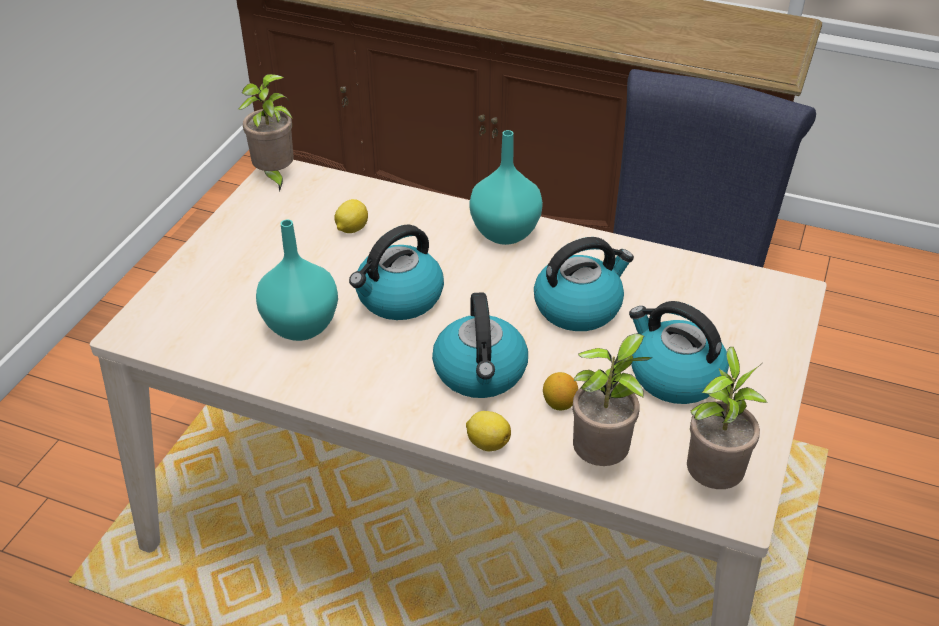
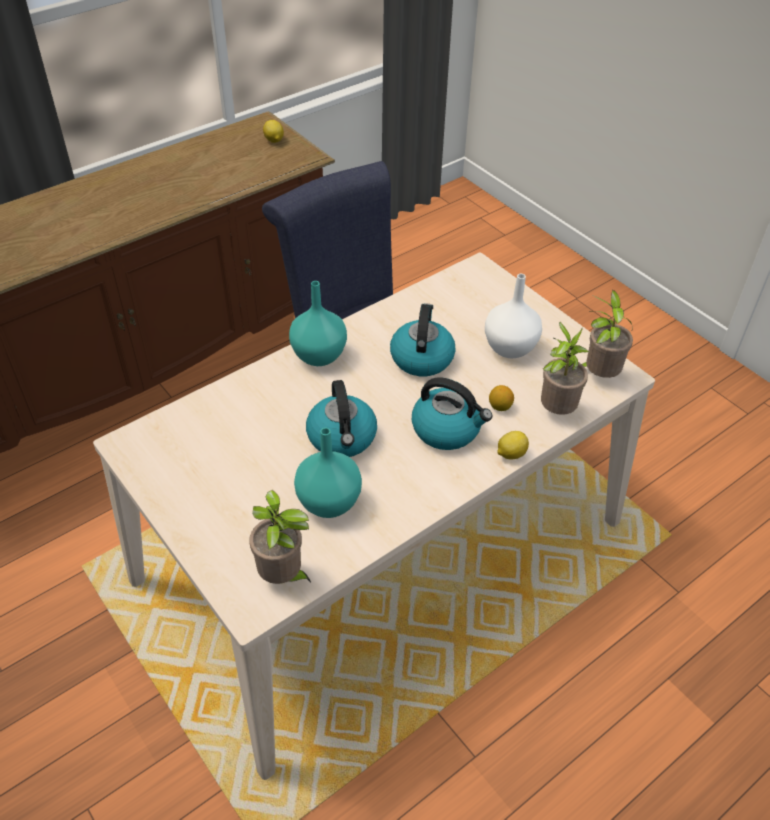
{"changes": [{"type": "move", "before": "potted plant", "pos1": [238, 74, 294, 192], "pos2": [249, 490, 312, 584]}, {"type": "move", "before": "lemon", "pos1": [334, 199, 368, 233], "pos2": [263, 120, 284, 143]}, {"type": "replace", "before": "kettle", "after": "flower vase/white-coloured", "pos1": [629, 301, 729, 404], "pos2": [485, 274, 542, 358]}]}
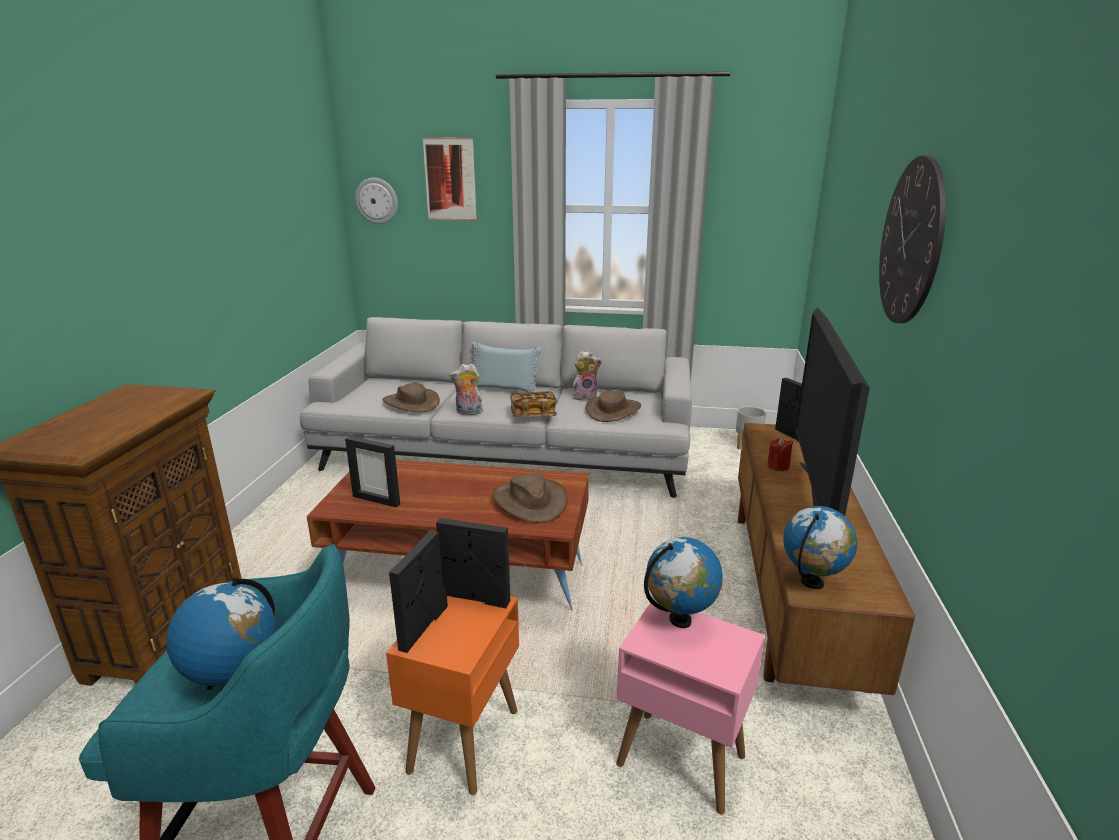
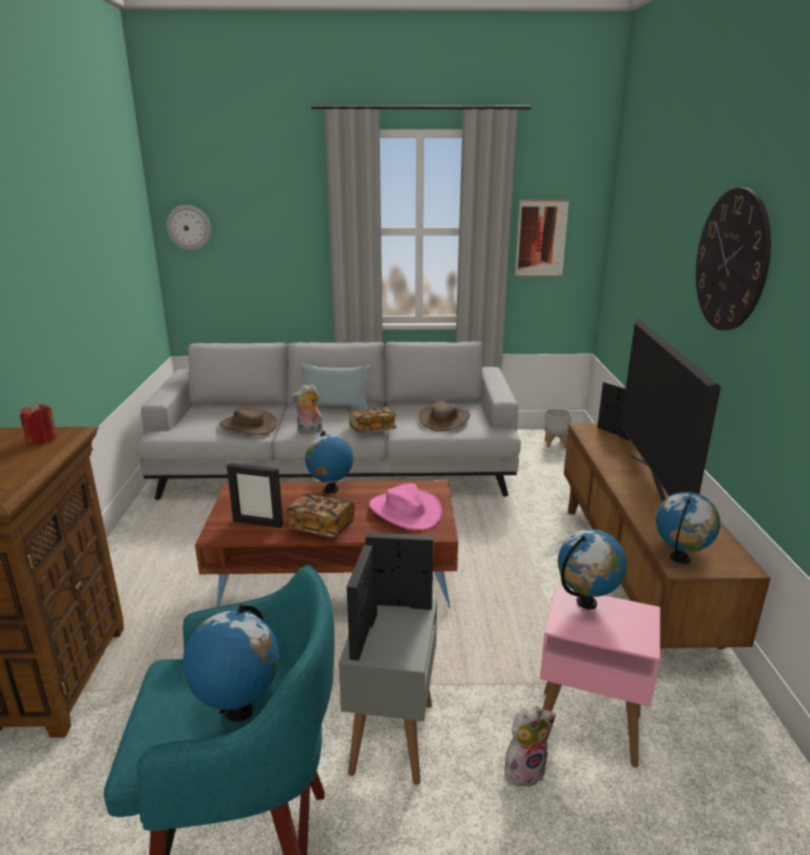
{"changes": [{"type": "move", "before": "candle/reddish", "pos1": [767, 437, 793, 471], "pos2": [20, 402, 57, 444]}, {"type": "insert", "after": "volume", "pos2": [286, 494, 355, 537]}, {"type": "insert", "after": "globe", "pos2": [305, 431, 353, 493]}, {"type": "recolor", "before": "side table/orangey", "after": "side table/gray", "pos1": [386, 596, 519, 795], "pos2": [339, 599, 437, 785]}, {"type": "recolor", "before": "clothing hat/brown-coloured", "after": "clothing hat/pink-coloured", "pos1": [493, 473, 568, 523], "pos2": [369, 483, 442, 530]}, {"type": "move", "before": "cuddly toy", "pos1": [573, 351, 602, 401], "pos2": [505, 706, 556, 787]}, {"type": "move", "before": "picture", "pos1": [422, 138, 477, 221], "pos2": [515, 200, 569, 276]}]}
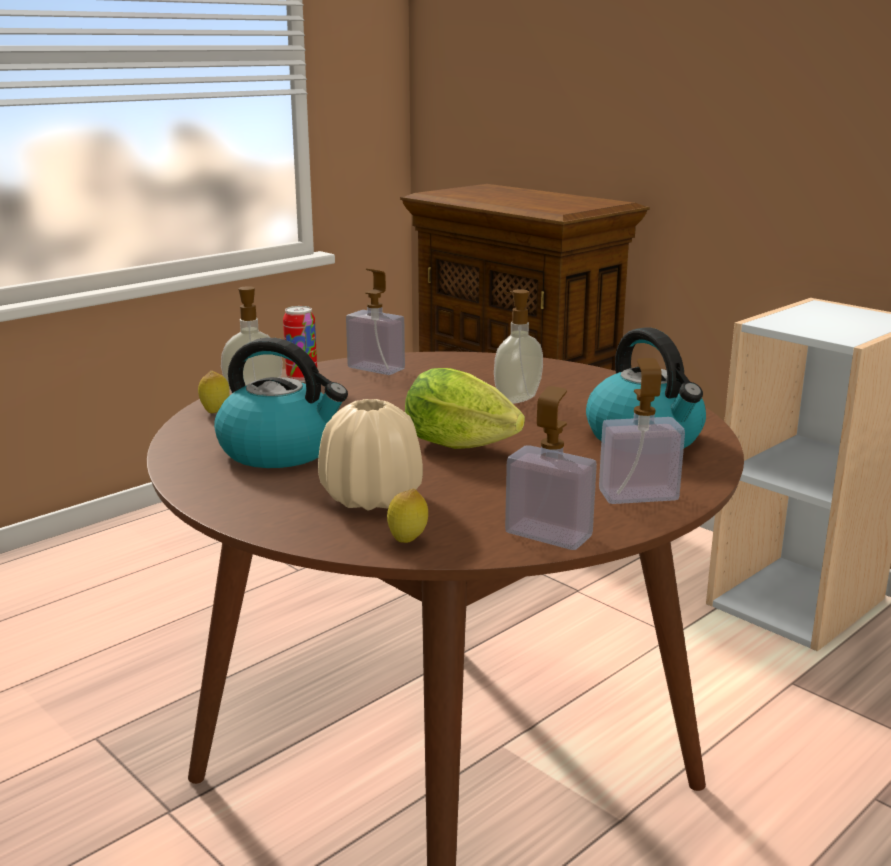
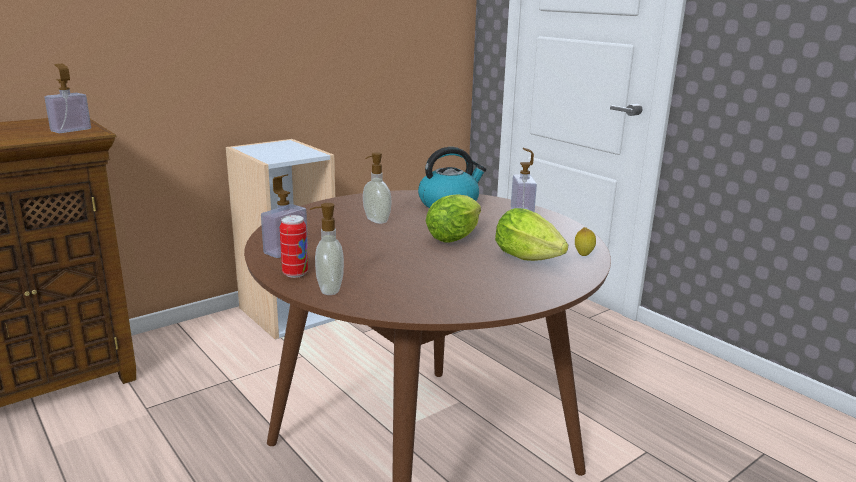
{"changes": [{"type": "move", "before": "soap dispenser", "pos1": [505, 386, 597, 550], "pos2": [45, 64, 91, 133]}, {"type": "replace", "before": "flower vase/sand-coloured", "after": "lettuce", "pos1": [318, 399, 423, 511], "pos2": [495, 208, 568, 261]}, {"type": "delete", "before": "lemon", "pos1": [198, 371, 230, 413]}, {"type": "delete", "before": "kettle", "pos1": [214, 338, 348, 468]}]}
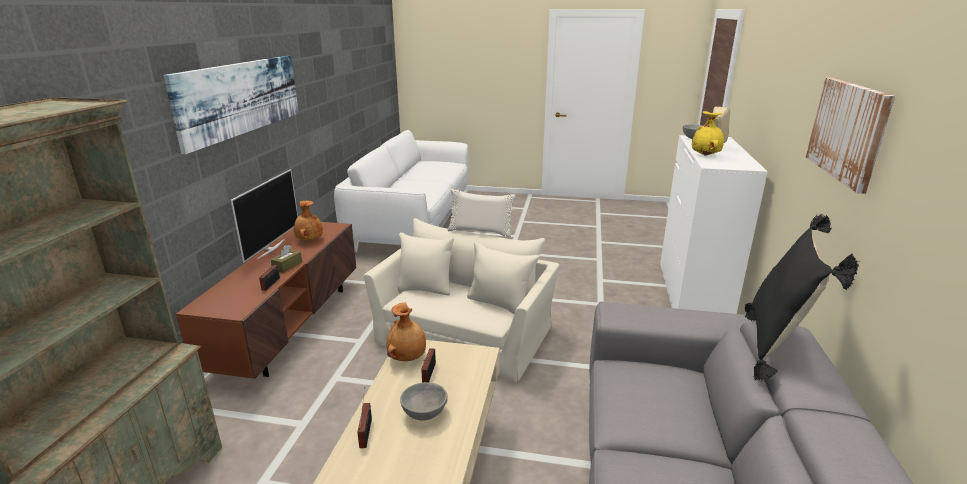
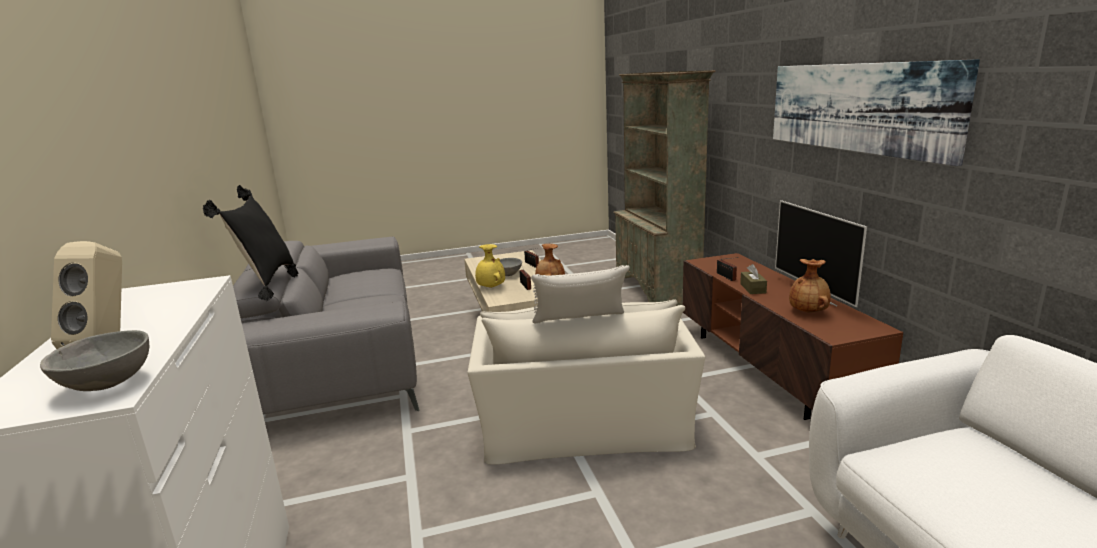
{"changes": [{"type": "move", "before": "flower vase/yellowish", "pos1": [692, 111, 724, 156], "pos2": [475, 244, 505, 288]}, {"type": "delete", "before": "picture", "pos1": [806, 78, 895, 194]}]}
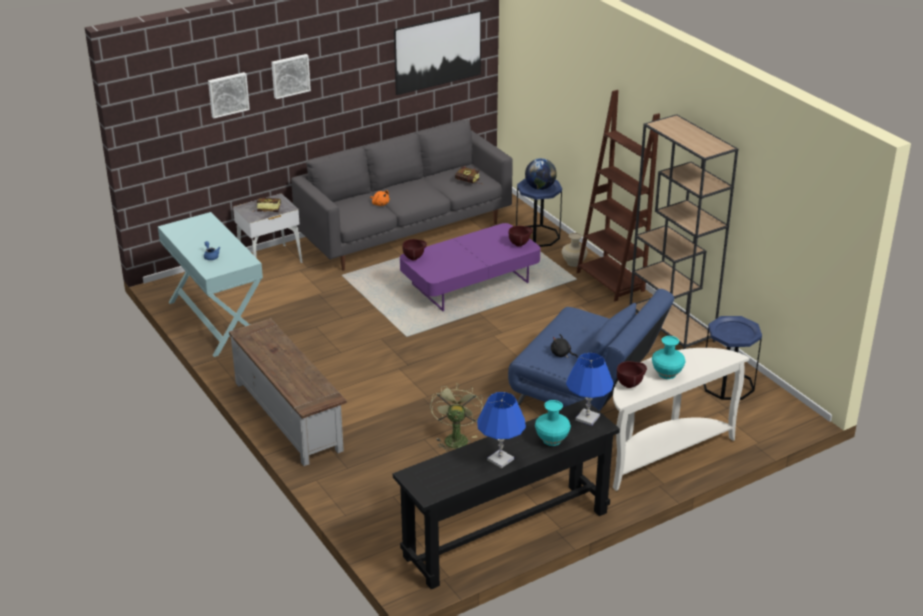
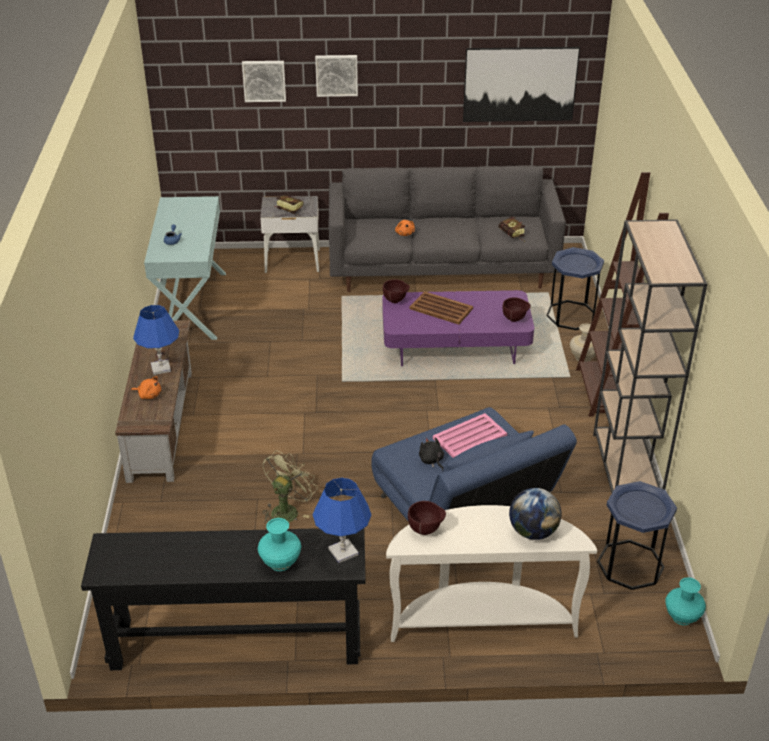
{"changes": [{"type": "insert", "after": "cuddly toy/orangey", "pos2": [131, 376, 161, 399]}, {"type": "move", "before": "tabletop lamp/blue", "pos1": [477, 392, 526, 468], "pos2": [133, 305, 179, 375]}, {"type": "insert", "after": "carrying tray/brown-coloured", "pos2": [410, 291, 473, 325]}, {"type": "insert", "after": "carrying tray/pink-coloured", "pos2": [433, 413, 507, 458]}, {"type": "move", "before": "globe", "pos1": [525, 158, 557, 190], "pos2": [509, 488, 561, 540]}, {"type": "move", "before": "flower vase/turquoise", "pos1": [652, 336, 686, 379], "pos2": [666, 577, 706, 625]}]}
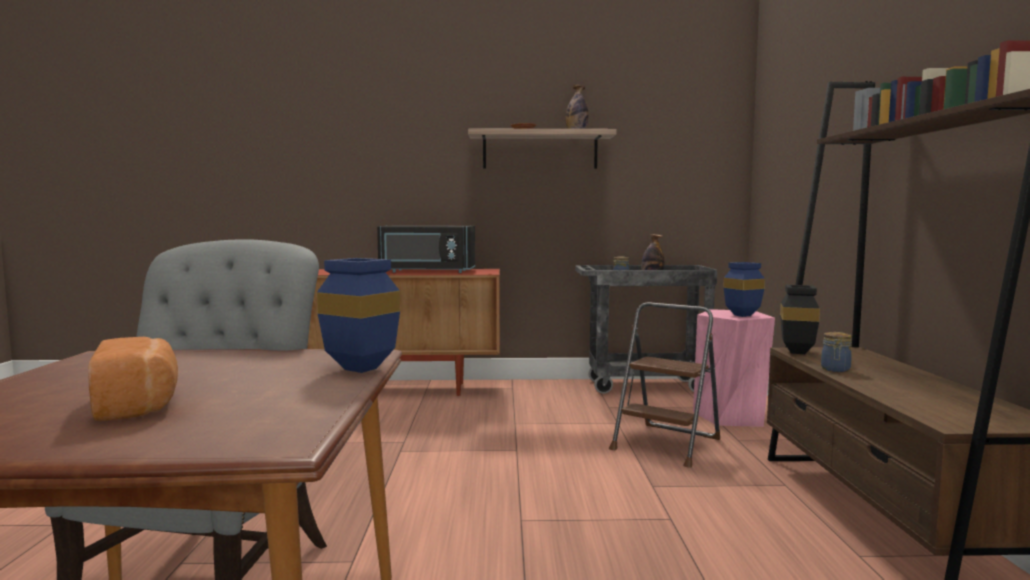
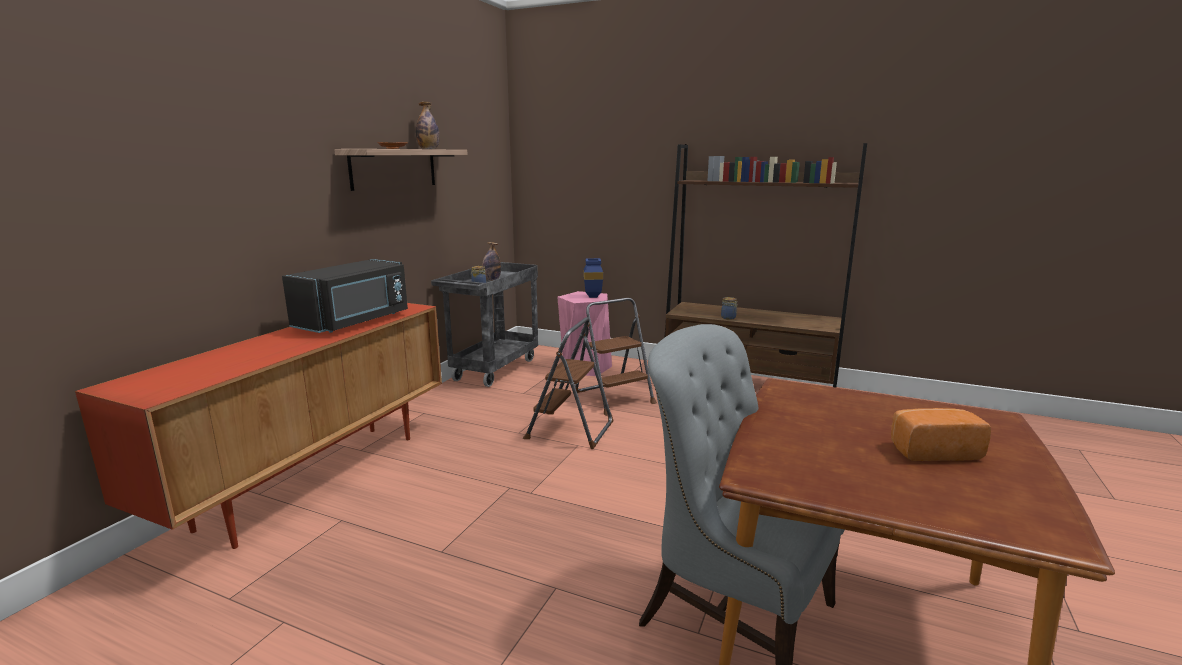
{"changes": [{"type": "insert", "after": "step ladder/brown-coloured", "pos2": [523, 317, 613, 449]}, {"type": "delete", "before": "flower vase/blue", "pos1": [317, 258, 400, 373]}, {"type": "delete", "before": "flower vase/blackish", "pos1": [780, 285, 820, 354]}]}
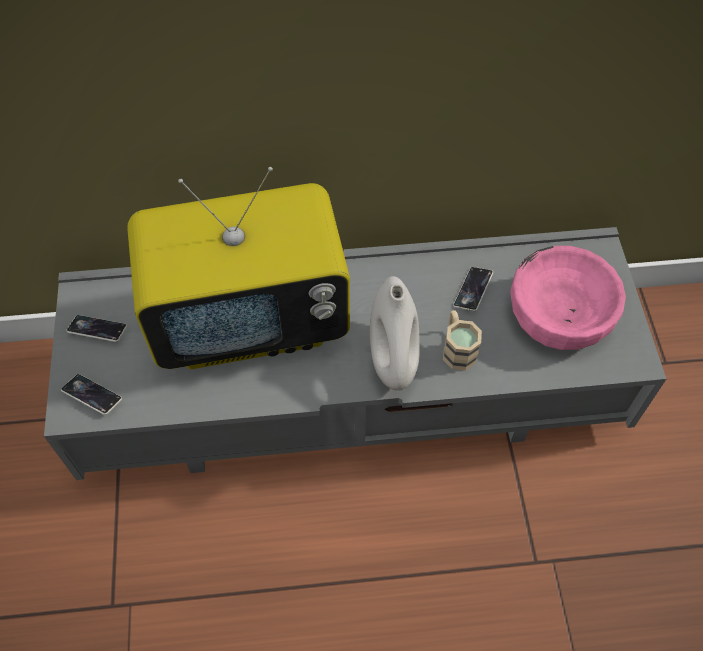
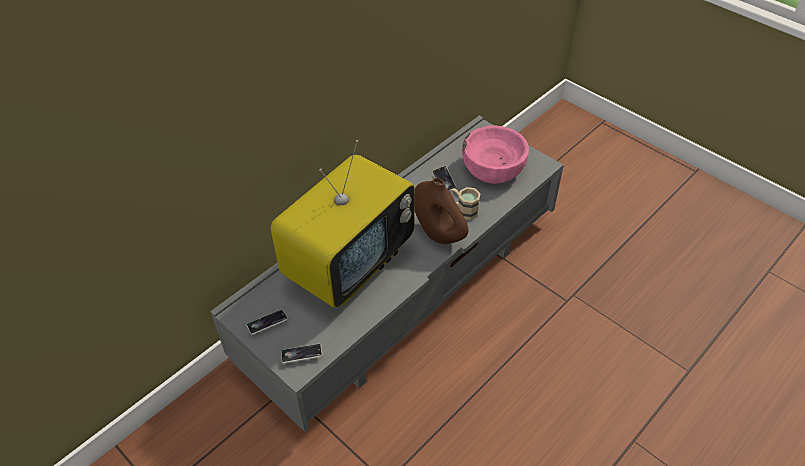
{"changes": [{"type": "recolor", "before": "flower vase/white-coloured", "after": "flower vase/brown-coloured", "pos1": [370, 276, 420, 391], "pos2": [415, 178, 468, 244]}]}
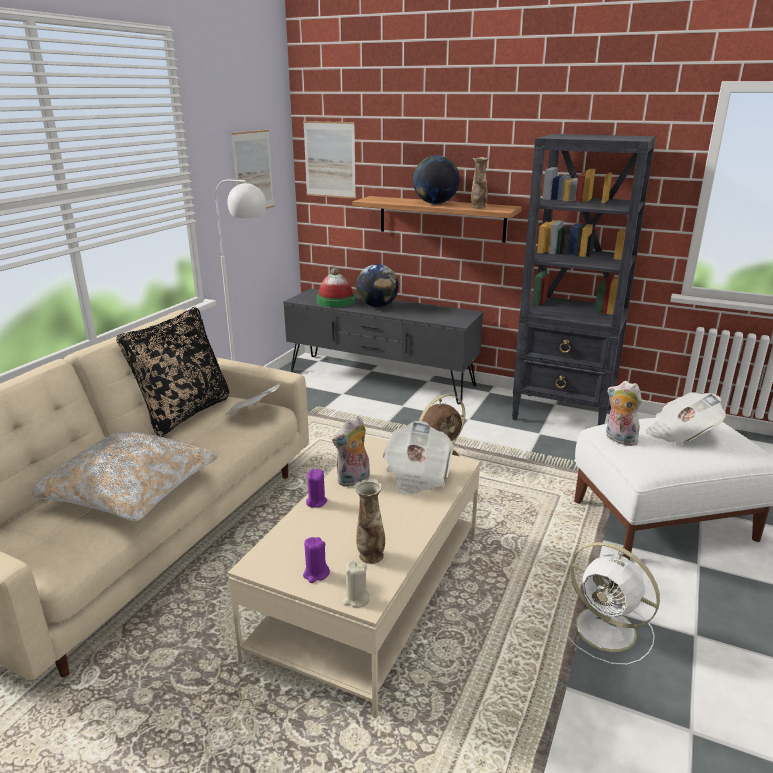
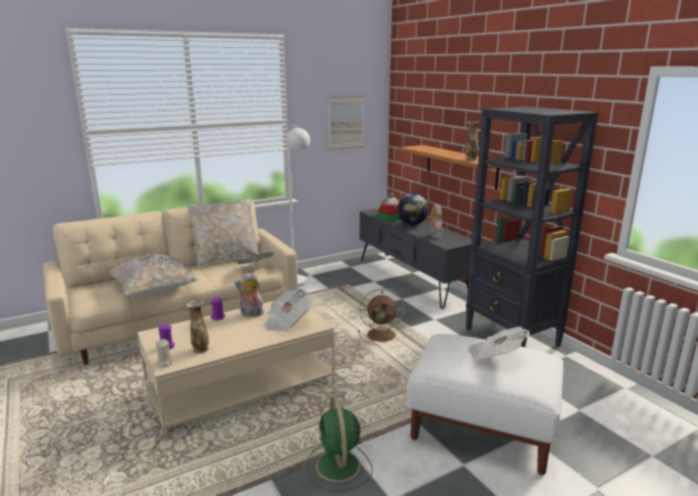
{"changes": [{"type": "recolor", "before": "throw pillow/blackish", "after": "throw pillow/white-coloured", "pos1": [116, 307, 229, 437], "pos2": [188, 198, 258, 267]}, {"type": "recolor", "before": "fan/white-coloured", "after": "fan/green-coloured", "pos1": [560, 542, 660, 665], "pos2": [306, 396, 373, 491]}, {"type": "move", "before": "cuddly toy", "pos1": [606, 381, 642, 446], "pos2": [428, 203, 443, 238]}, {"type": "delete", "before": "picture", "pos1": [303, 121, 356, 199]}, {"type": "delete", "before": "globe", "pos1": [413, 155, 460, 204]}]}
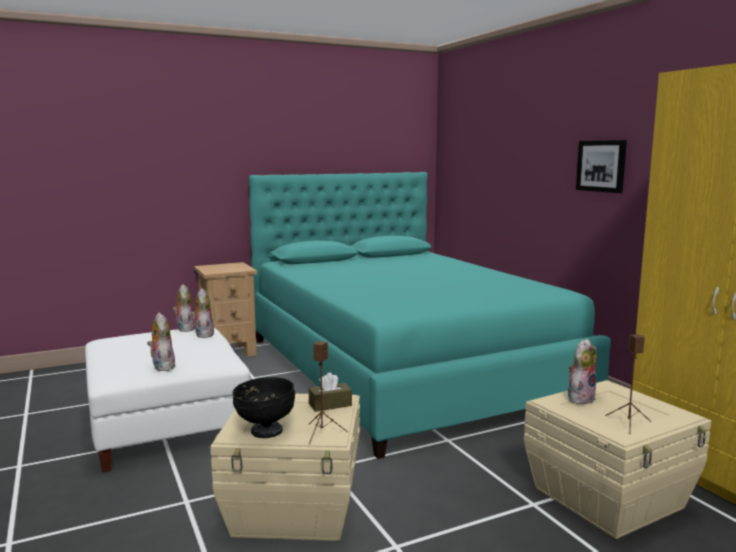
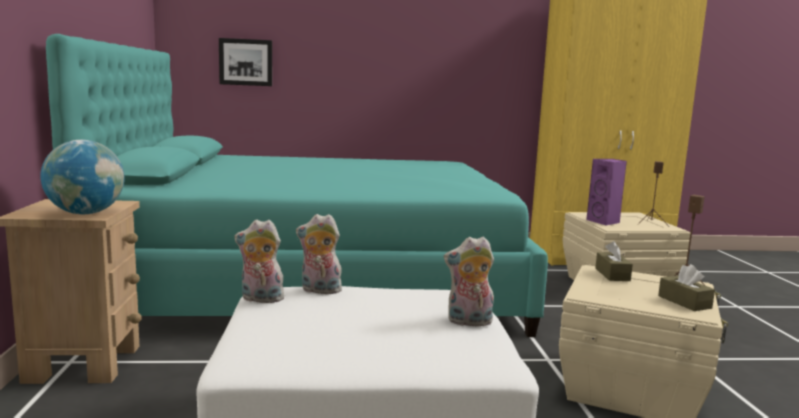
{"changes": [{"type": "insert", "after": "globe", "pos2": [41, 140, 125, 214]}, {"type": "move", "before": "picture", "pos1": [576, 140, 627, 193], "pos2": [219, 38, 272, 86]}, {"type": "replace", "before": "cuddly toy", "after": "loudspeaker/purplish", "pos1": [568, 339, 597, 404], "pos2": [586, 159, 627, 226]}, {"type": "replace", "before": "bowl/blackish", "after": "tissue box/brown-coloured", "pos1": [232, 377, 295, 438], "pos2": [658, 264, 715, 311]}]}
